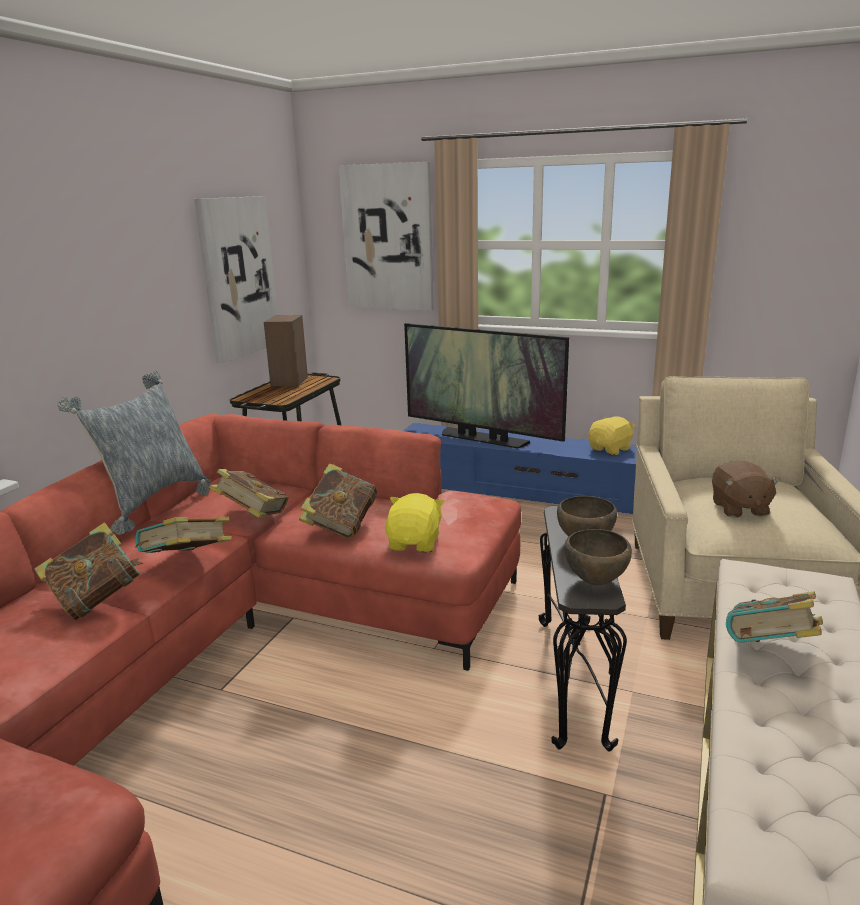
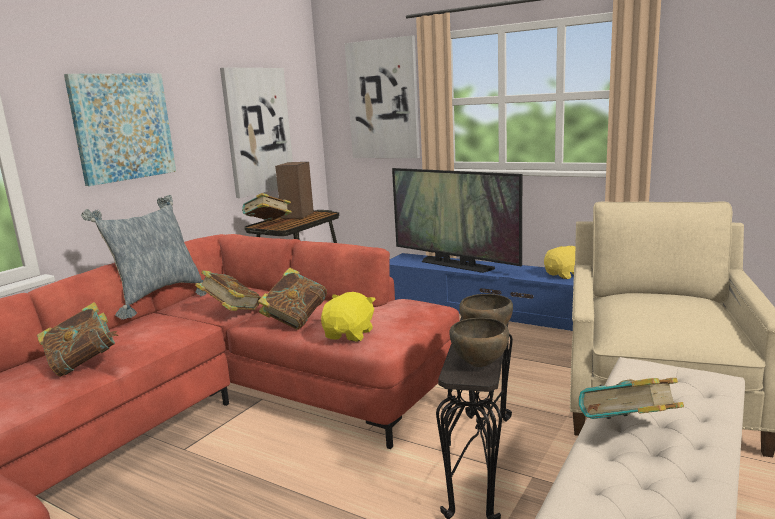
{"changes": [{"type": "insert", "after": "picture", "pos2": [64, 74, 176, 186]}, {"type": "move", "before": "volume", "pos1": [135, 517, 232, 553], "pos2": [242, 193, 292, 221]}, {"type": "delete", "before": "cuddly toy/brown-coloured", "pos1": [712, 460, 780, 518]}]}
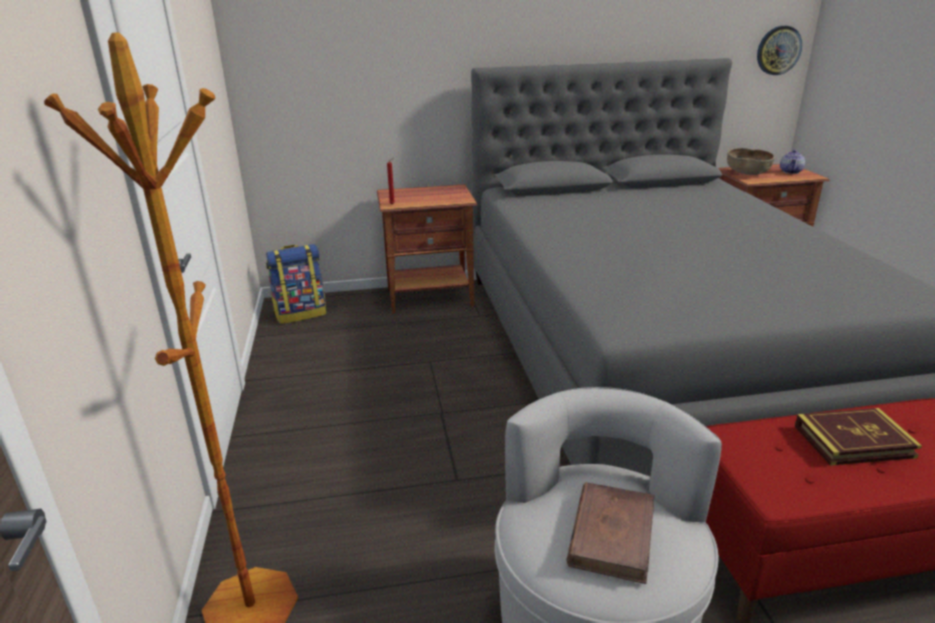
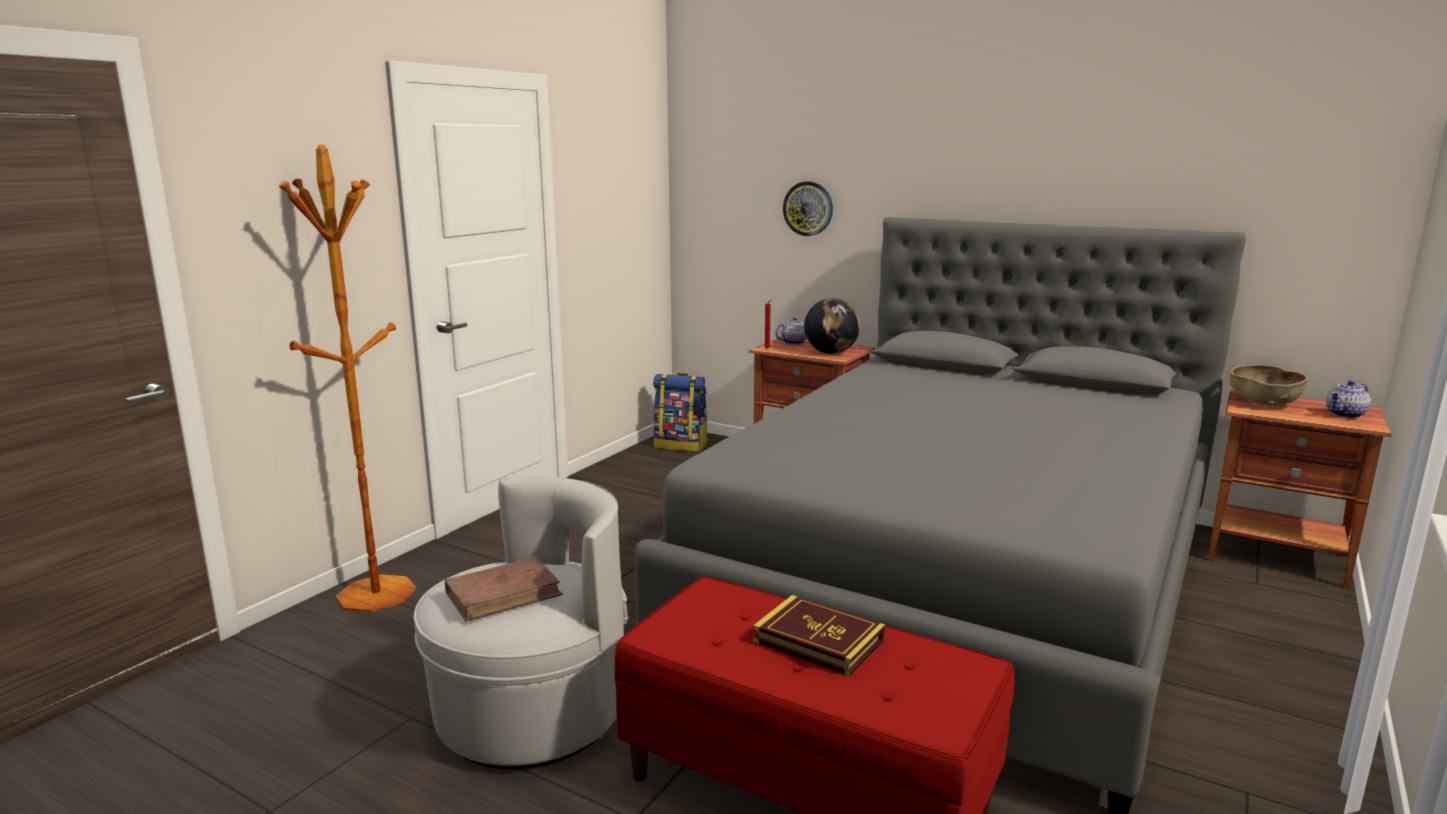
{"changes": [{"type": "insert", "after": "tea pot", "pos2": [775, 317, 807, 345]}, {"type": "move", "before": "clock on the wall", "pos1": [757, 26, 802, 75], "pos2": [783, 181, 833, 236]}, {"type": "insert", "after": "globe", "pos2": [804, 298, 860, 354]}]}
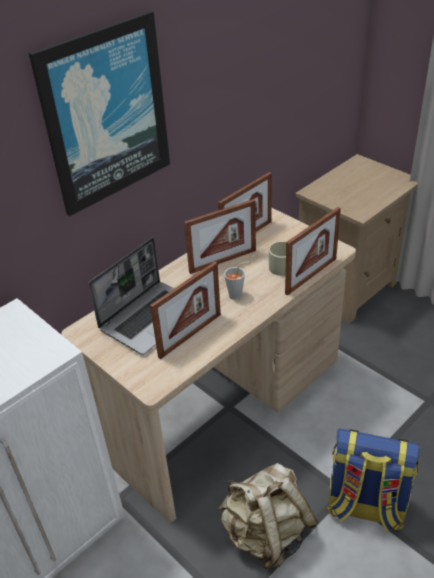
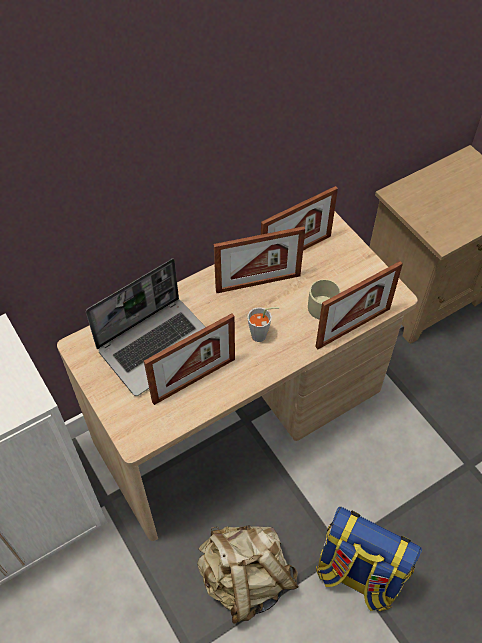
{"changes": [{"type": "delete", "before": "picture", "pos1": [29, 11, 170, 216]}]}
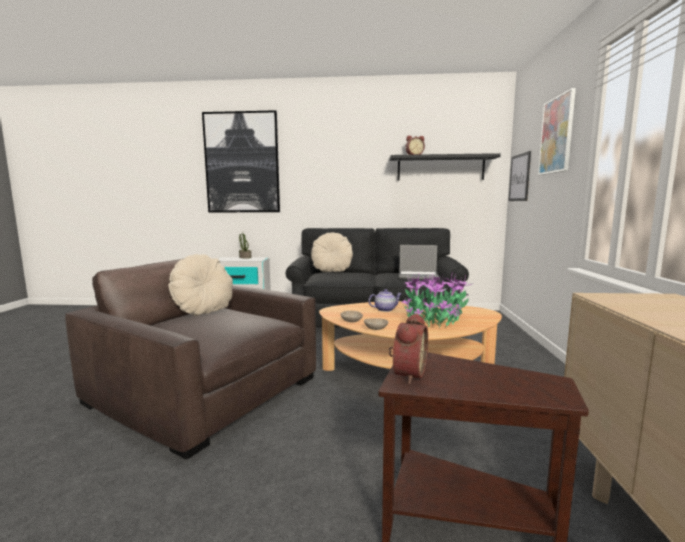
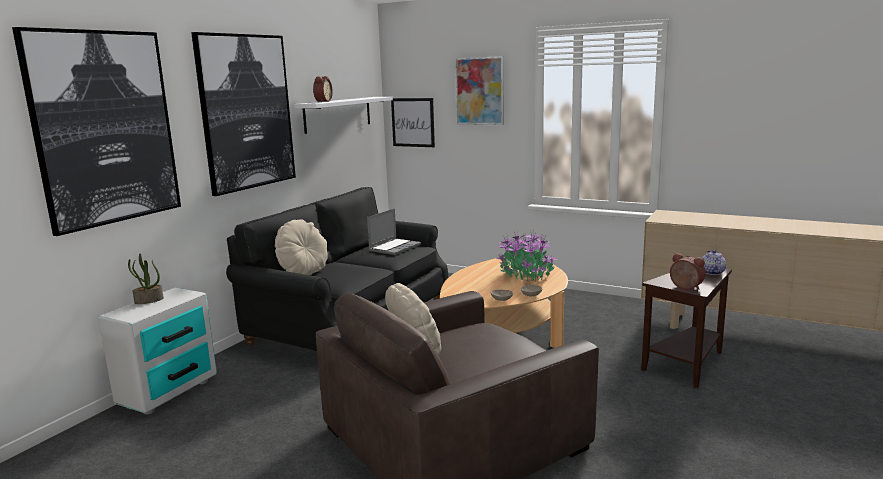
{"changes": [{"type": "insert", "after": "picture", "pos2": [191, 32, 296, 196]}, {"type": "recolor", "before": "bracket shelf/blackish", "after": "bracket shelf/white-coloured", "pos1": [390, 153, 501, 180], "pos2": [295, 97, 393, 134]}, {"type": "move", "before": "tea pot", "pos1": [369, 289, 402, 312], "pos2": [702, 250, 726, 275]}]}
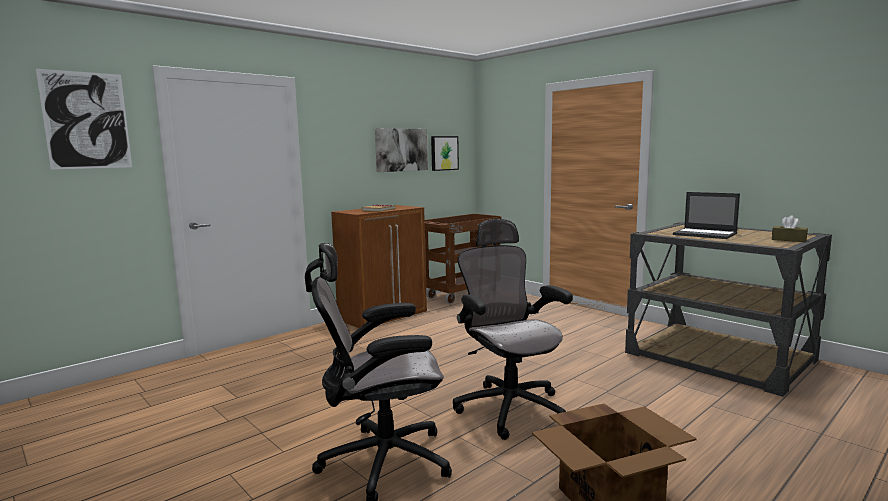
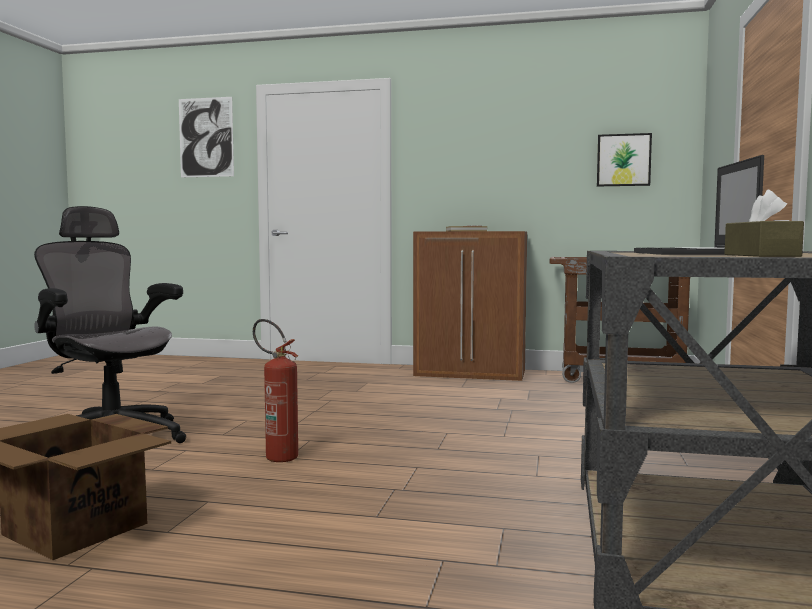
{"changes": [{"type": "replace", "before": "computer chair", "after": "fire extinguisher", "pos1": [453, 219, 573, 440], "pos2": [253, 319, 298, 462]}, {"type": "delete", "before": "picture", "pos1": [375, 128, 428, 172]}]}
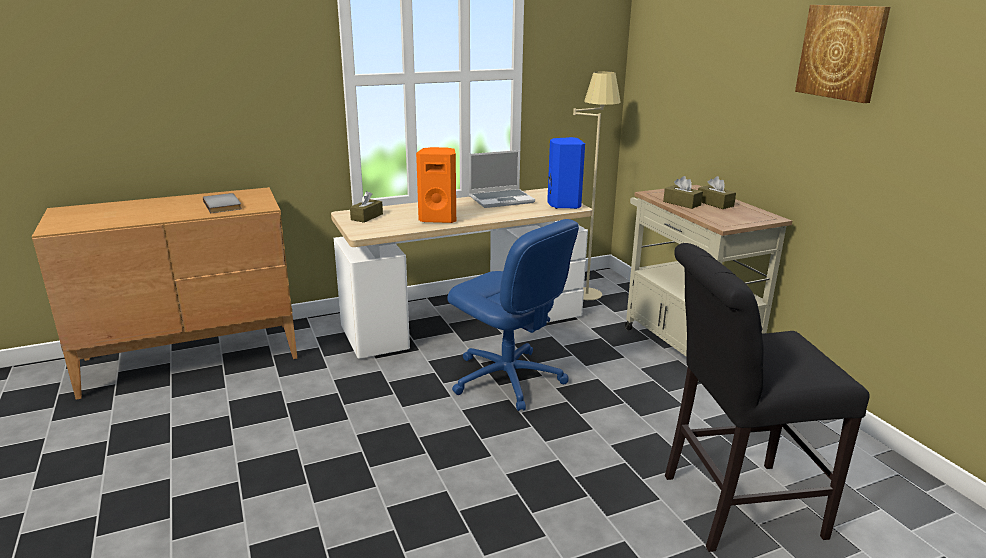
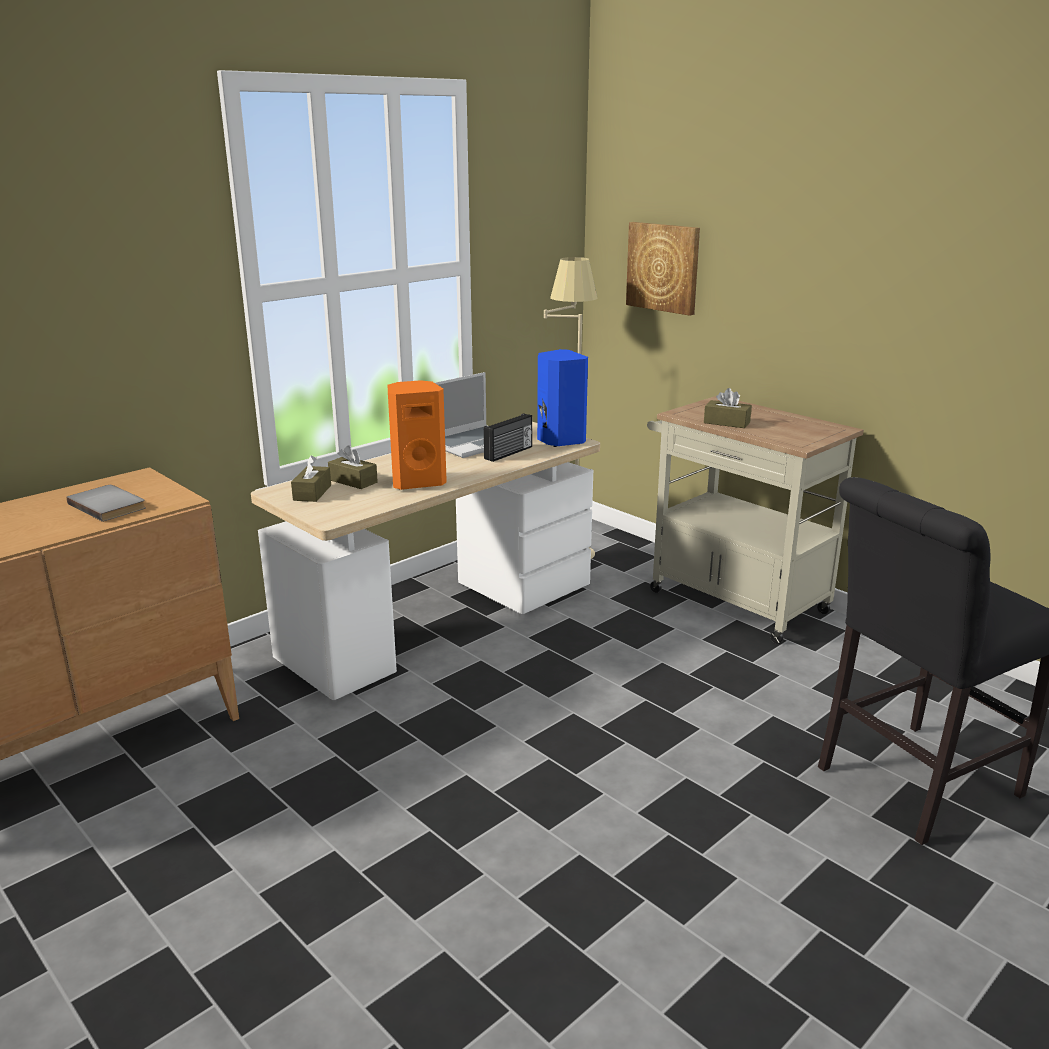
{"changes": [{"type": "move", "before": "tissue box/brown-coloured", "pos1": [698, 176, 736, 209], "pos2": [328, 445, 378, 489]}, {"type": "insert", "after": "radio", "pos2": [484, 413, 532, 462]}, {"type": "move", "before": "picture", "pos1": [795, 5, 890, 103], "pos2": [626, 222, 700, 316]}, {"type": "delete", "before": "computer chair/blue", "pos1": [447, 219, 579, 411]}]}
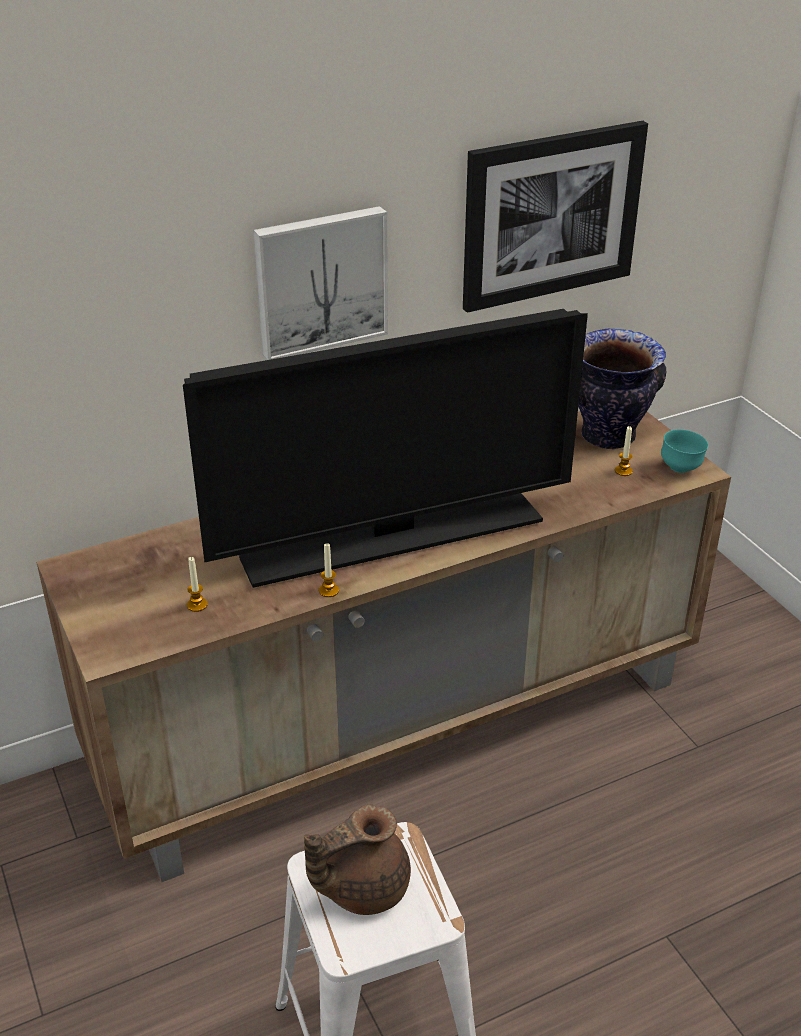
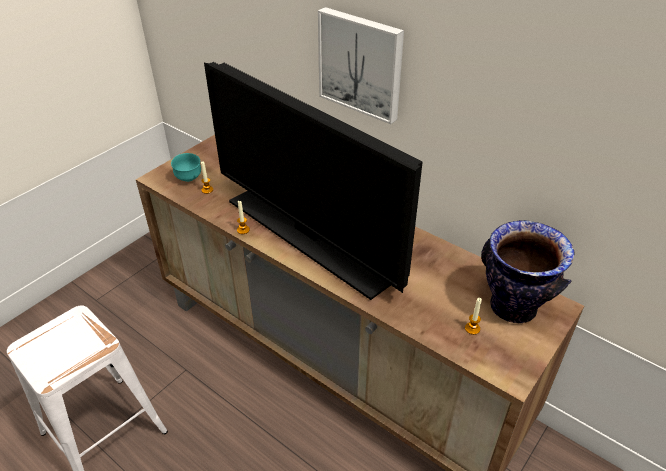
{"changes": [{"type": "move", "before": "bowl/turquoise", "pos1": [661, 429, 708, 473], "pos2": [171, 153, 201, 182]}, {"type": "delete", "before": "tea pot/brown-coloured", "pos1": [304, 805, 411, 915]}, {"type": "delete", "before": "picture", "pos1": [463, 121, 648, 313]}]}
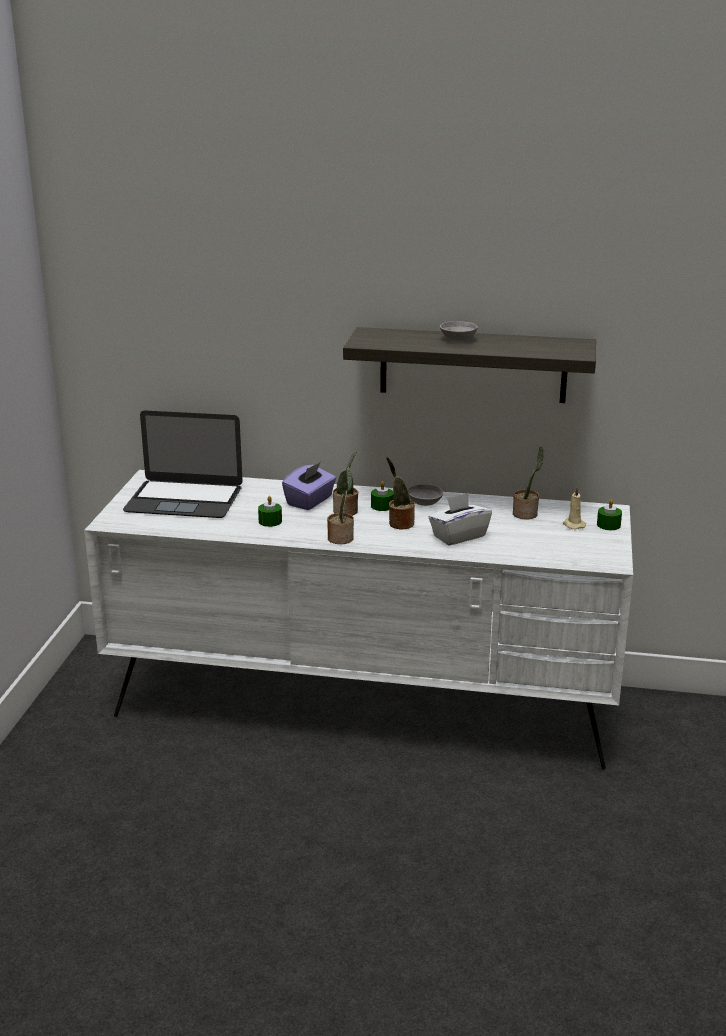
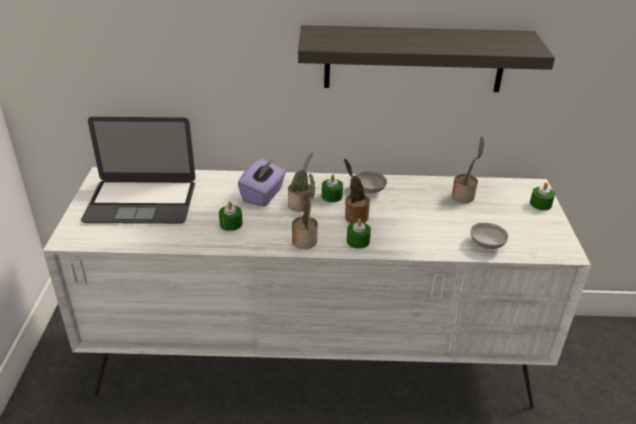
{"changes": [{"type": "insert", "after": "candle/green-coloured", "pos2": [347, 218, 371, 249]}, {"type": "move", "before": "bowl/gray", "pos1": [440, 321, 478, 341], "pos2": [470, 223, 508, 249]}, {"type": "delete", "before": "tissue box/white-coloured", "pos1": [428, 493, 492, 545]}, {"type": "delete", "before": "candle/sand-coloured", "pos1": [563, 487, 586, 529]}]}
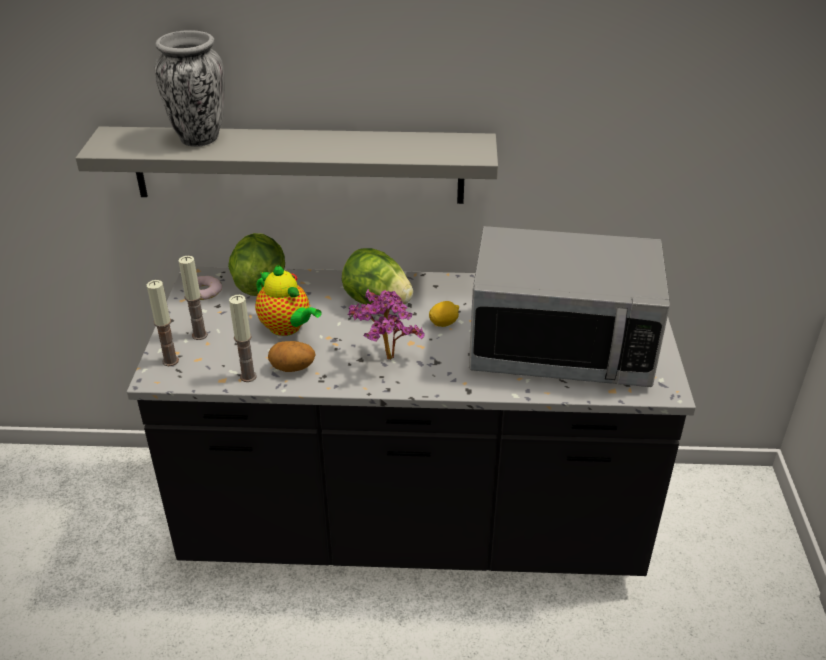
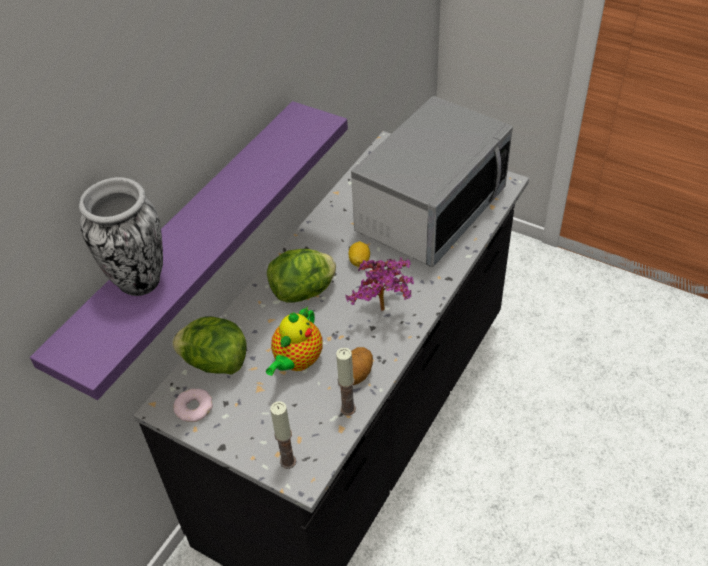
{"changes": [{"type": "recolor", "before": "bracket shelf/gray", "after": "bracket shelf/purplish", "pos1": [76, 126, 498, 204], "pos2": [30, 101, 348, 400]}, {"type": "rotate", "before": "tea pot", "pos1": [255, 265, 322, 336], "pos2": [266, 306, 323, 376], "turn": 135}, {"type": "delete", "before": "candle", "pos1": [179, 256, 208, 340]}]}
